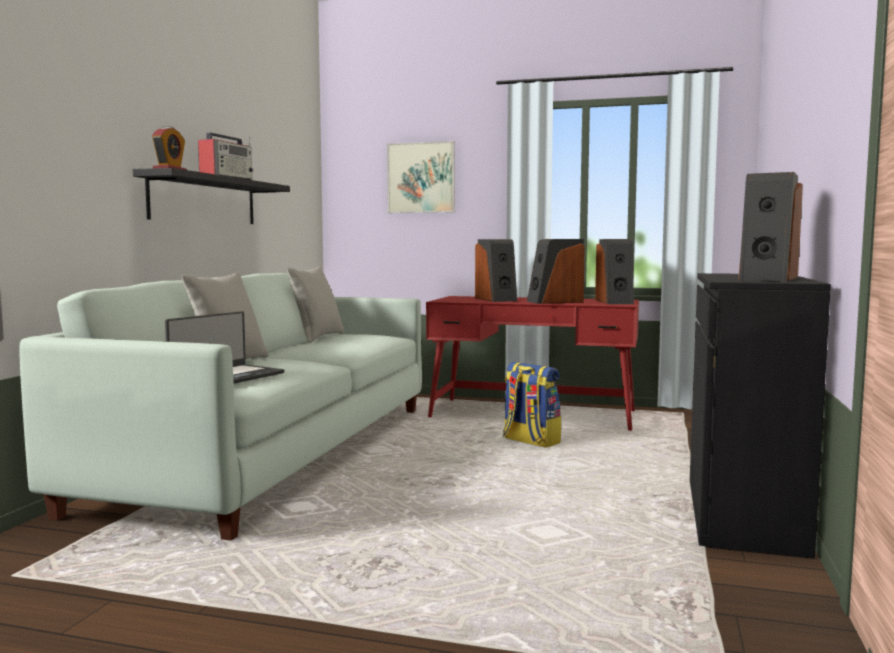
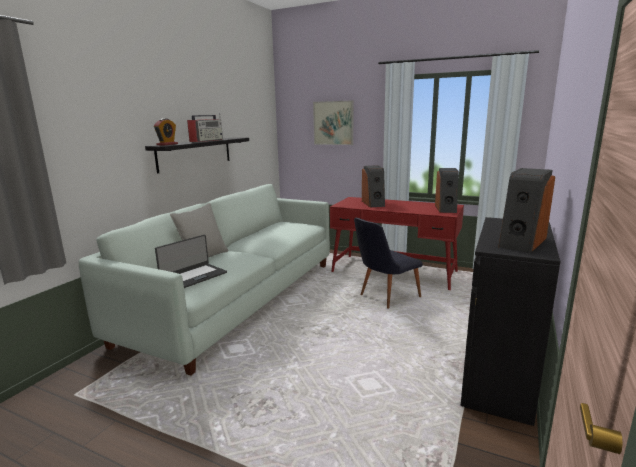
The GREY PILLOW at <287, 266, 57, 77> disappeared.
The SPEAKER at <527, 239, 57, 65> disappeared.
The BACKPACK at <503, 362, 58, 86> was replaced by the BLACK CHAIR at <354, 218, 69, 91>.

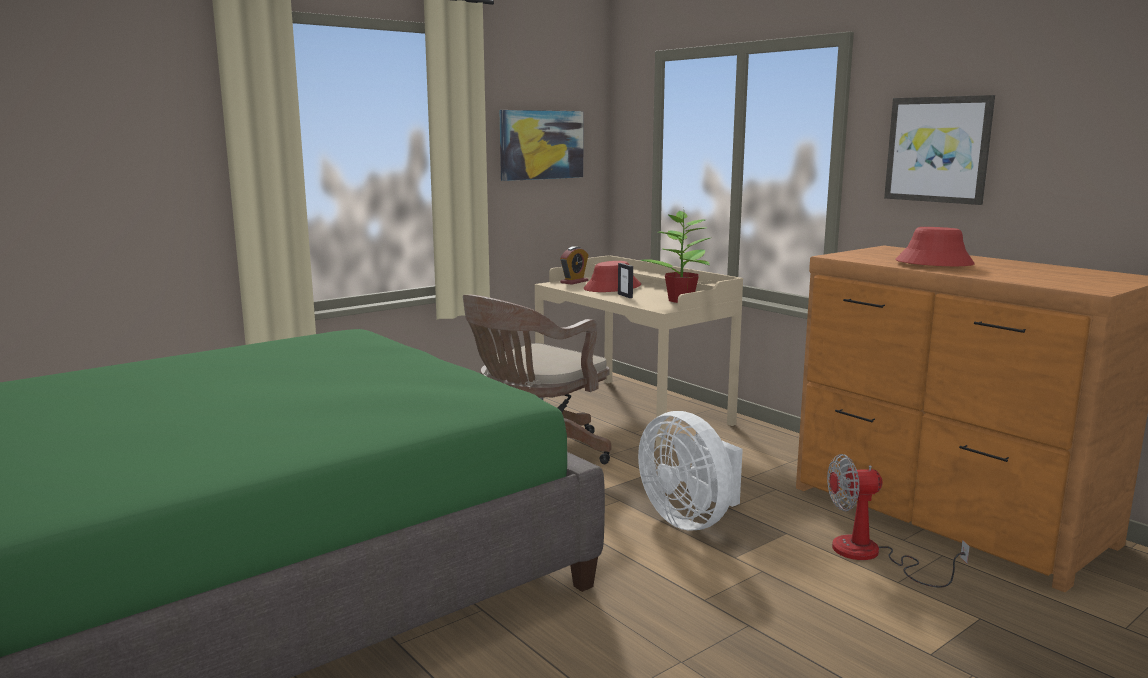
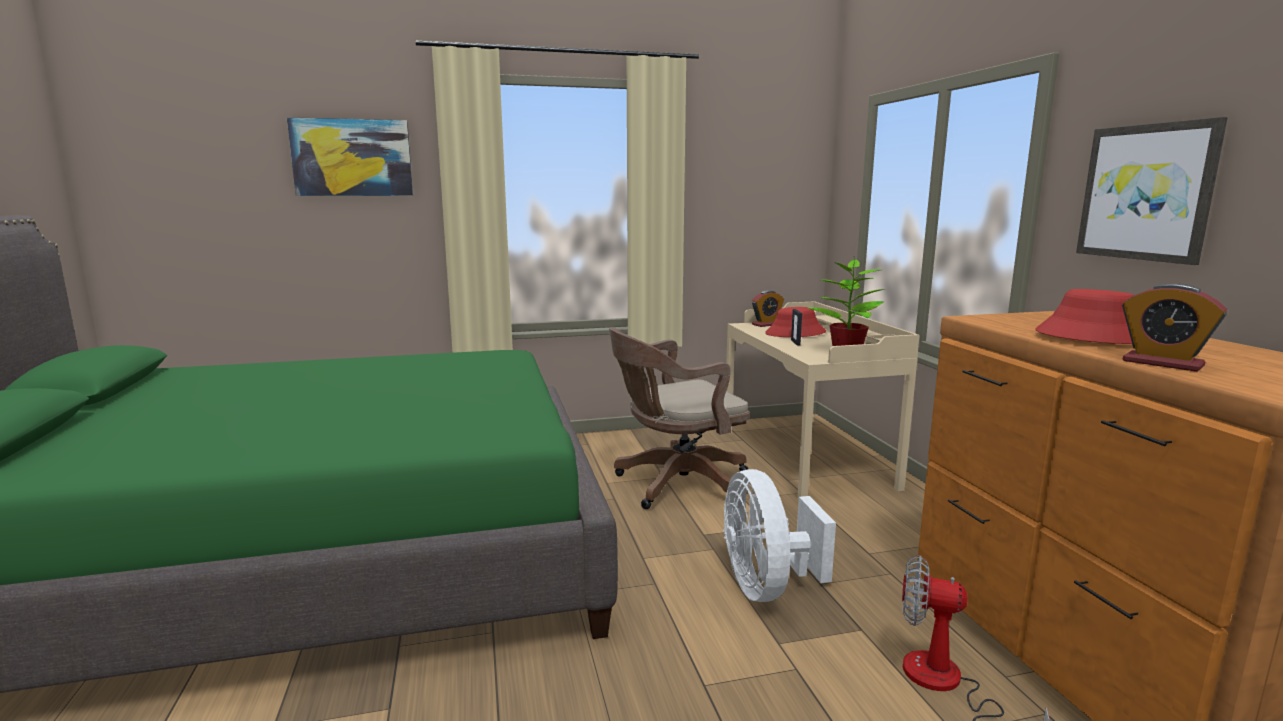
The ALARM CLOCK at <1122, 283, 105, 89> appeared.
The PICTURE moved from <499, 110, 84, 71> to <287, 117, 126, 79>.

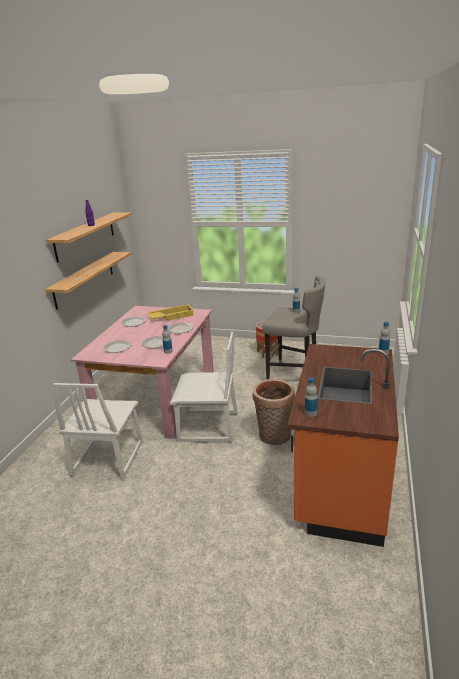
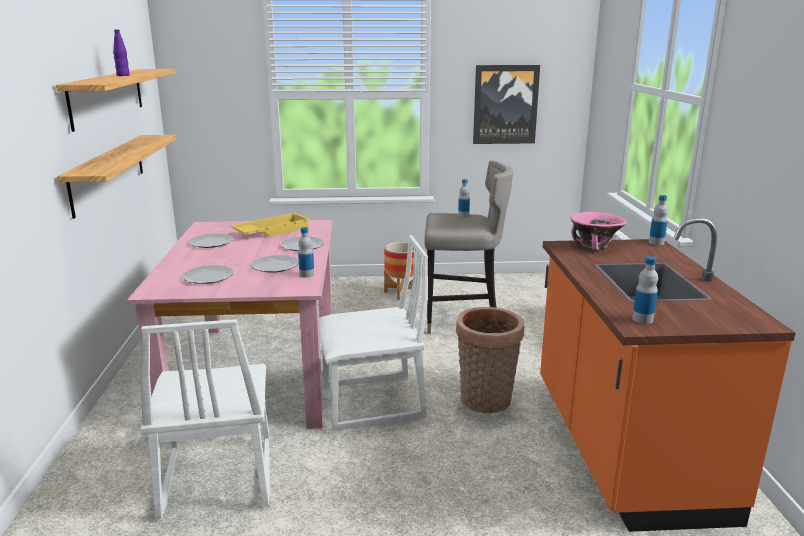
The PICTURE at <473, 65, 67, 79> appeared.
The PINK BOWL at <570, 212, 56, 39> appeared.

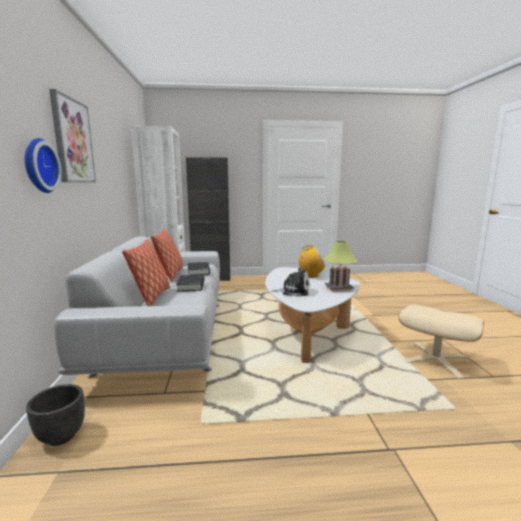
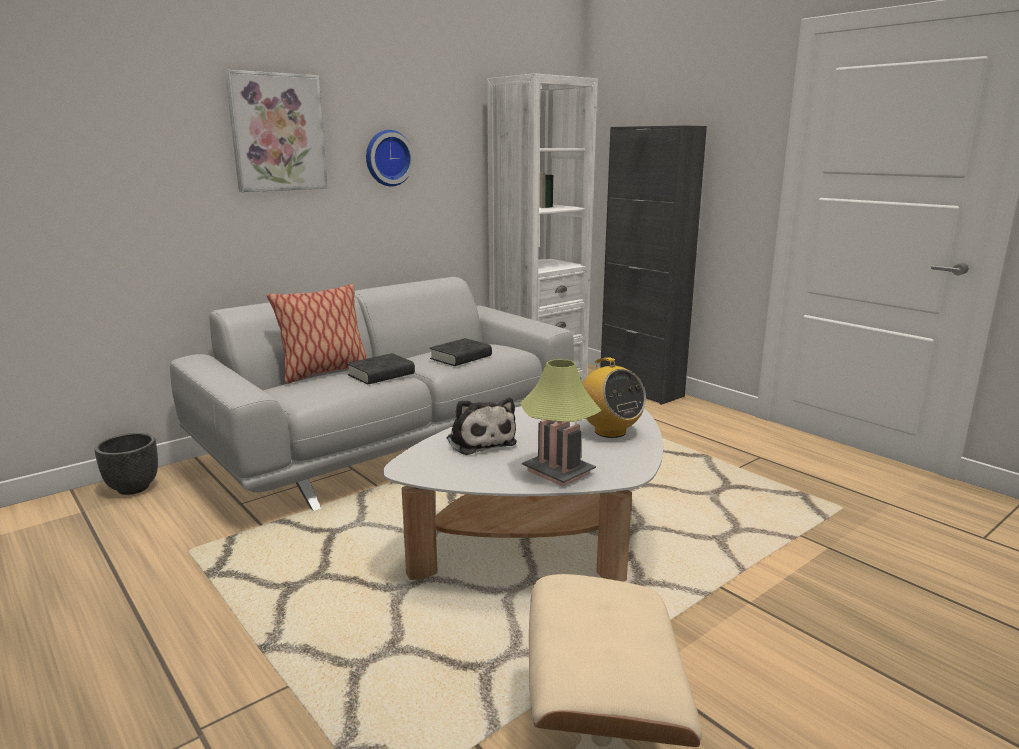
The PILLOW at <151, 229, 32, 52> disappeared.
The WALL CLOCK moved from <25, 138, 37, 55> to <366, 130, 48, 56>.

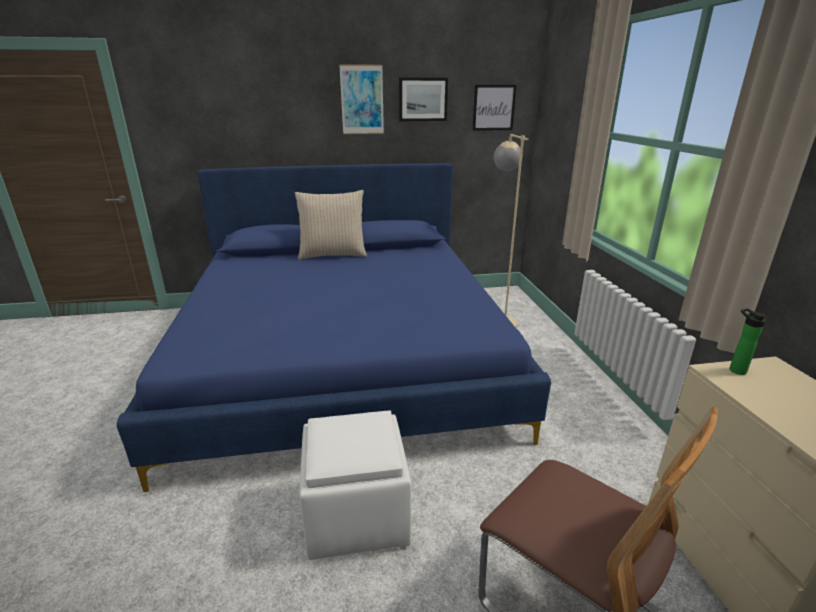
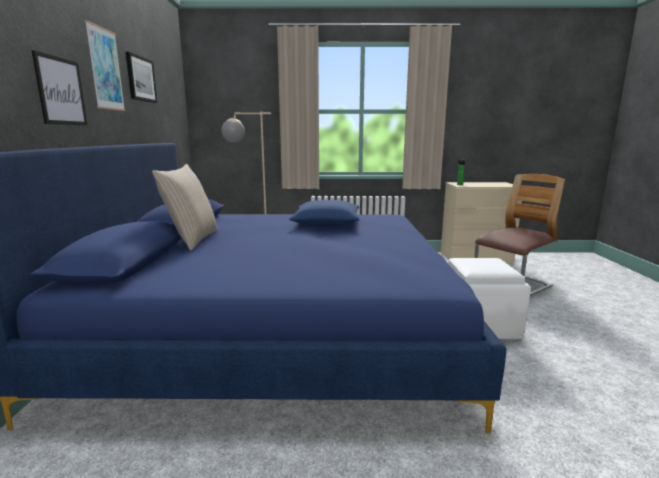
The BLUE PILLOW at <289, 200, 70, 26> appeared.
The PICTURE moved from <472, 85, 44, 46> to <31, 50, 56, 75>.

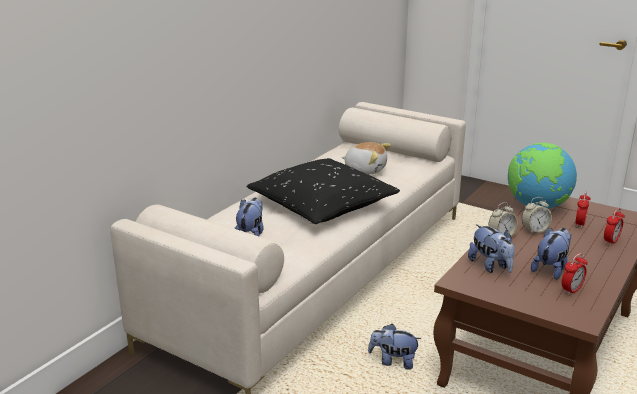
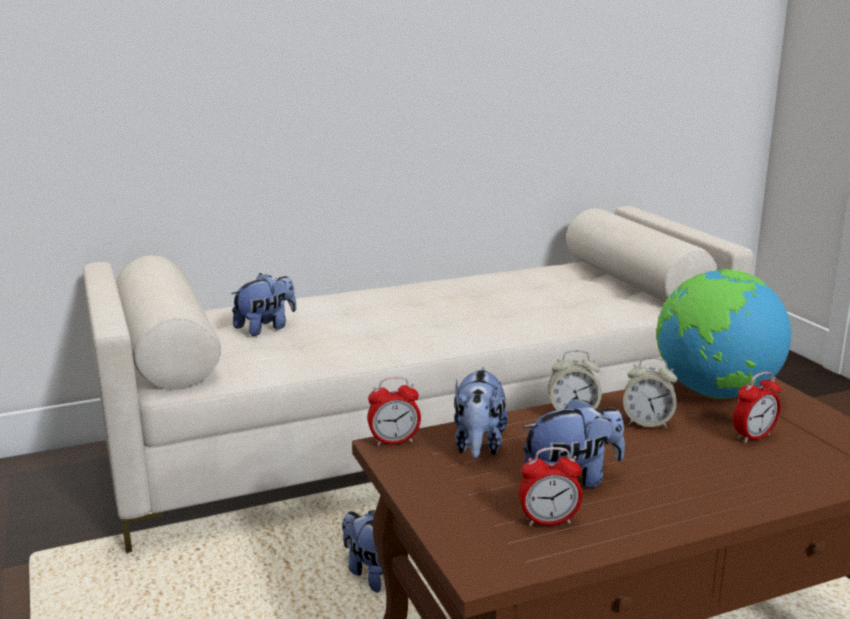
The BLACK PILLOW at <246, 158, 154, 66> disappeared.
The PLUSH TOY at <341, 142, 50, 32> disappeared.
The ALARM CLOCK moved from <604, 208, 21, 38> to <367, 377, 54, 69>.

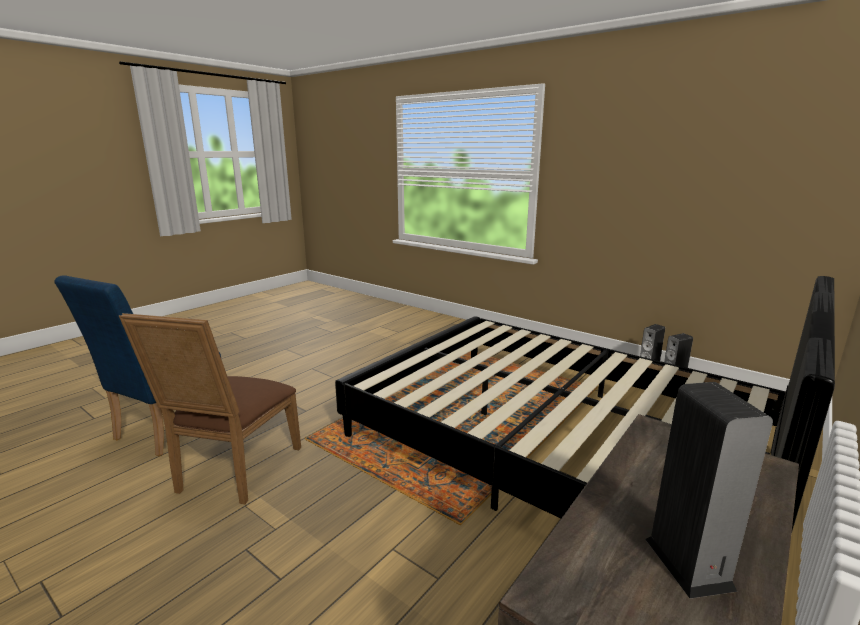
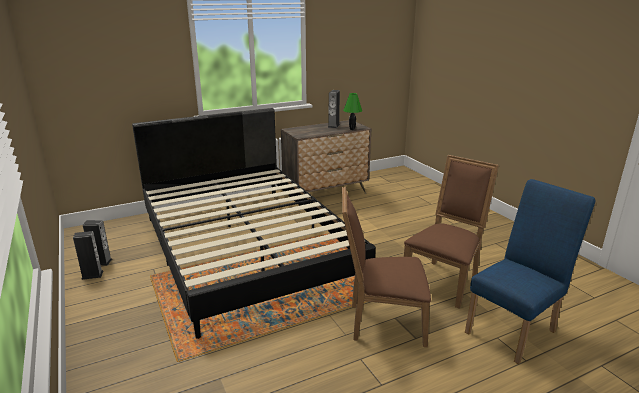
The BROWN CHAIR at <342, 187, 89, 160> appeared.
The GREEN TABLE LAMP at <343, 93, 19, 37> appeared.

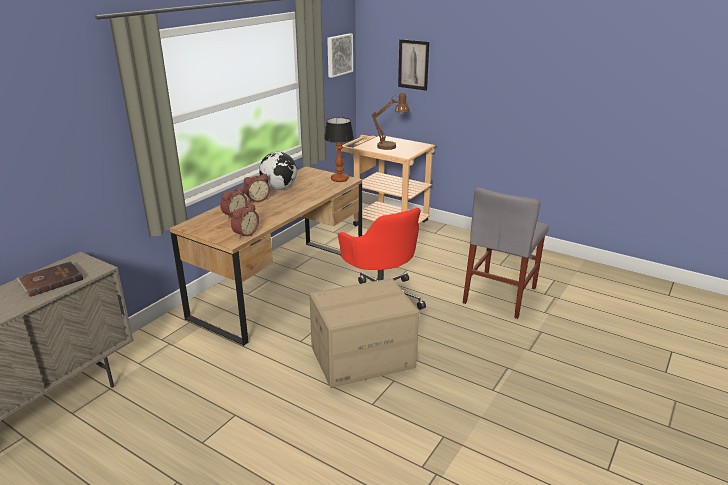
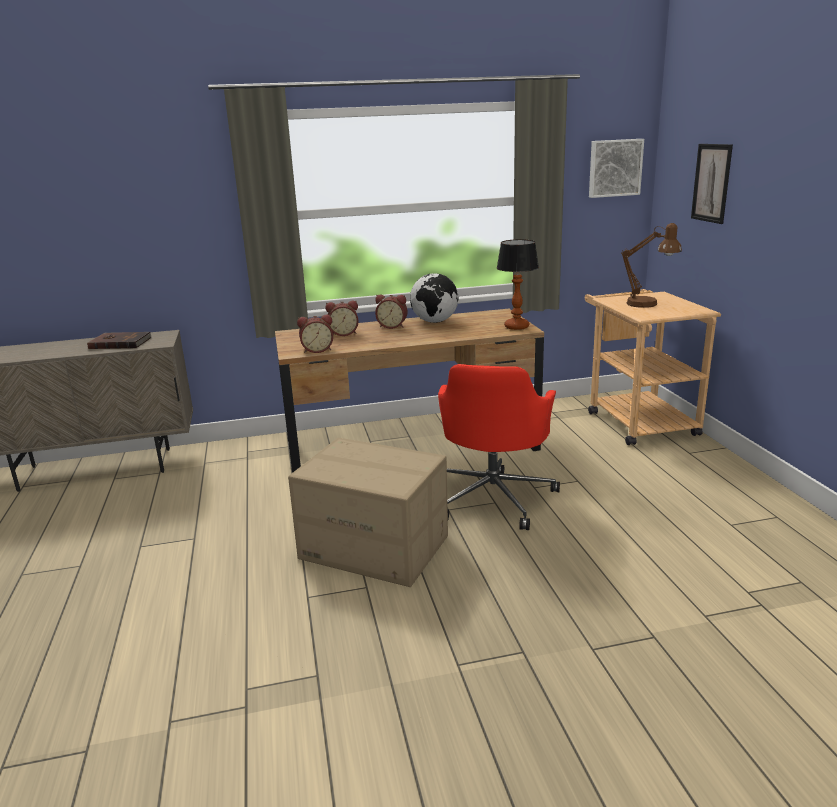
The GREY CHAIR at <463, 187, 86, 132> disappeared.

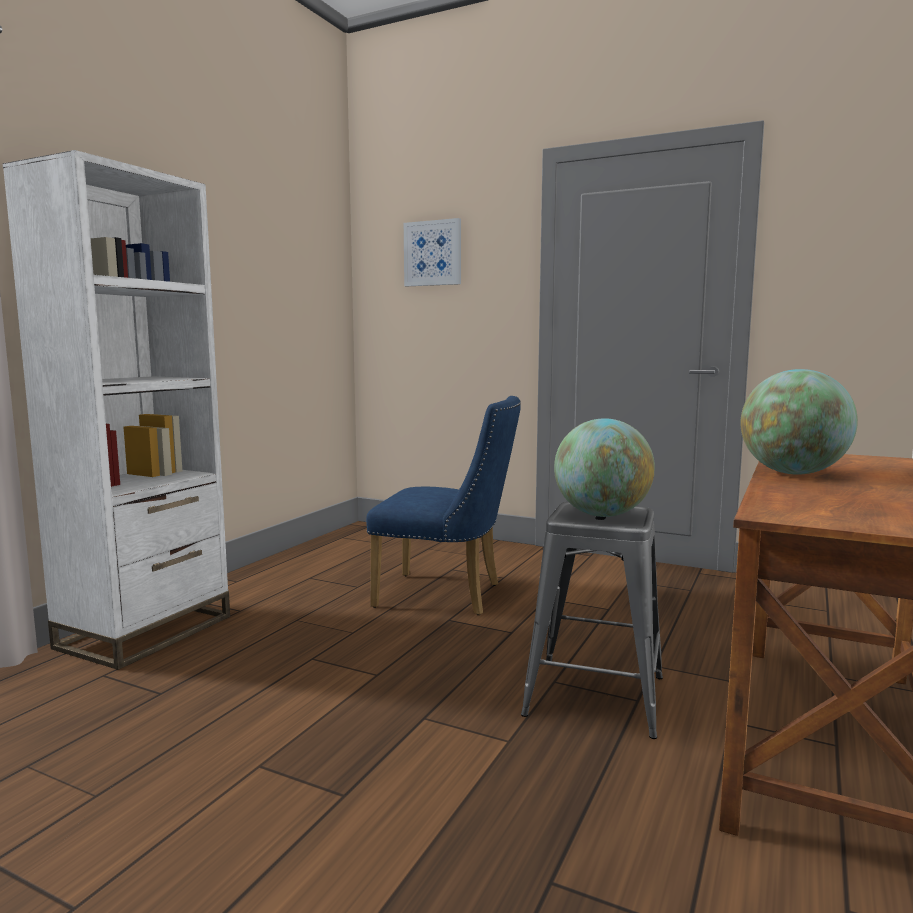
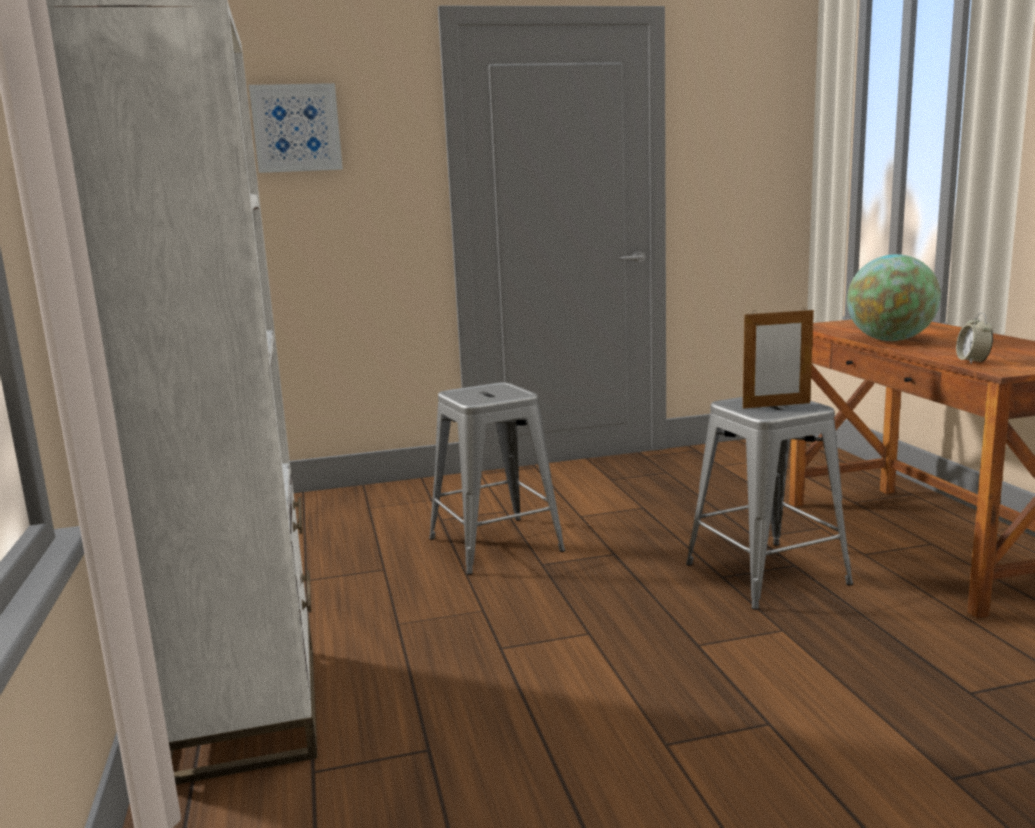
The ALARM CLOCK at <956, 313, 37, 51> appeared.
The BLUE CHAIR at <366, 396, 155, 219> was replaced by the GREY STOOL at <429, 382, 136, 193>.
The GLOBE at <554, 418, 101, 99> was replaced by the PICTURE FRAME at <743, 307, 71, 102>.

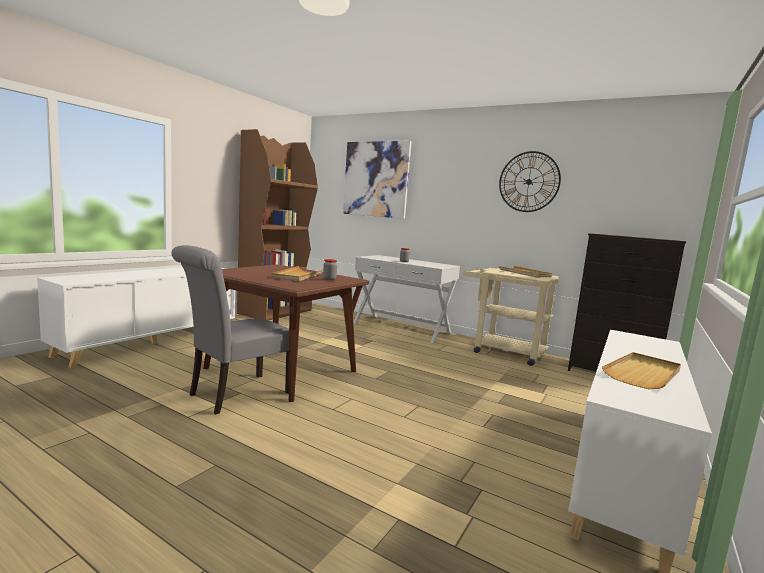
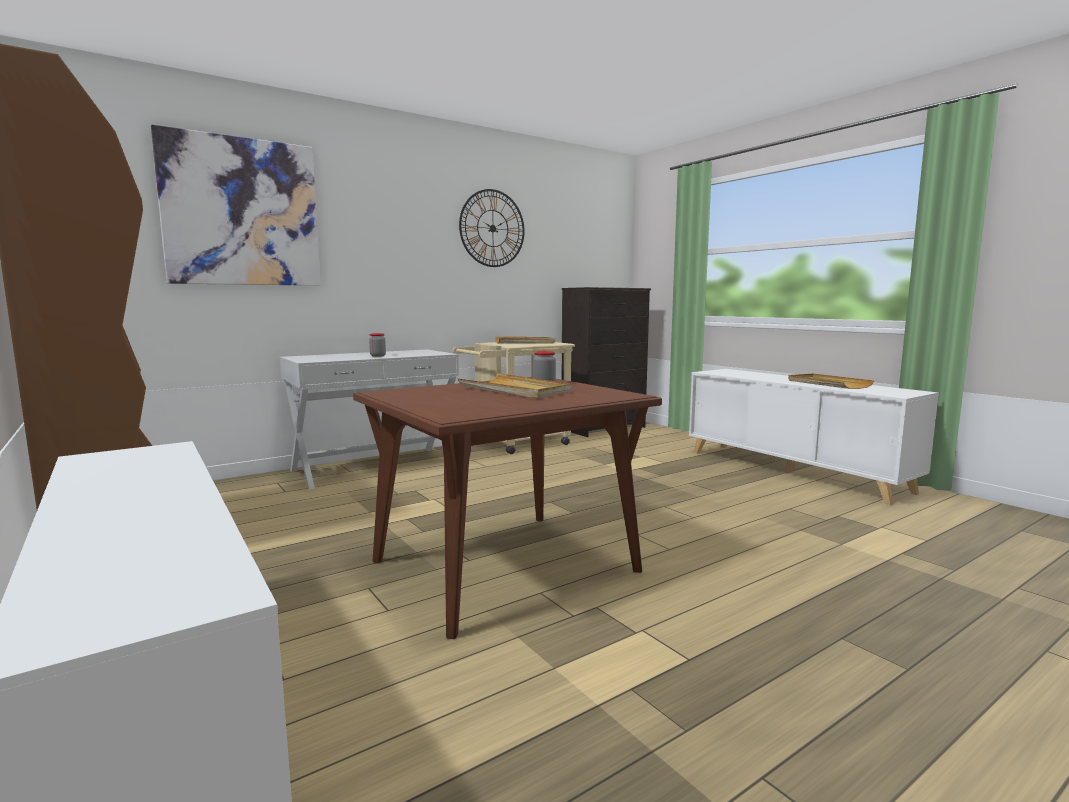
The GREY CHAIR at <171, 245, 118, 169> disappeared.

